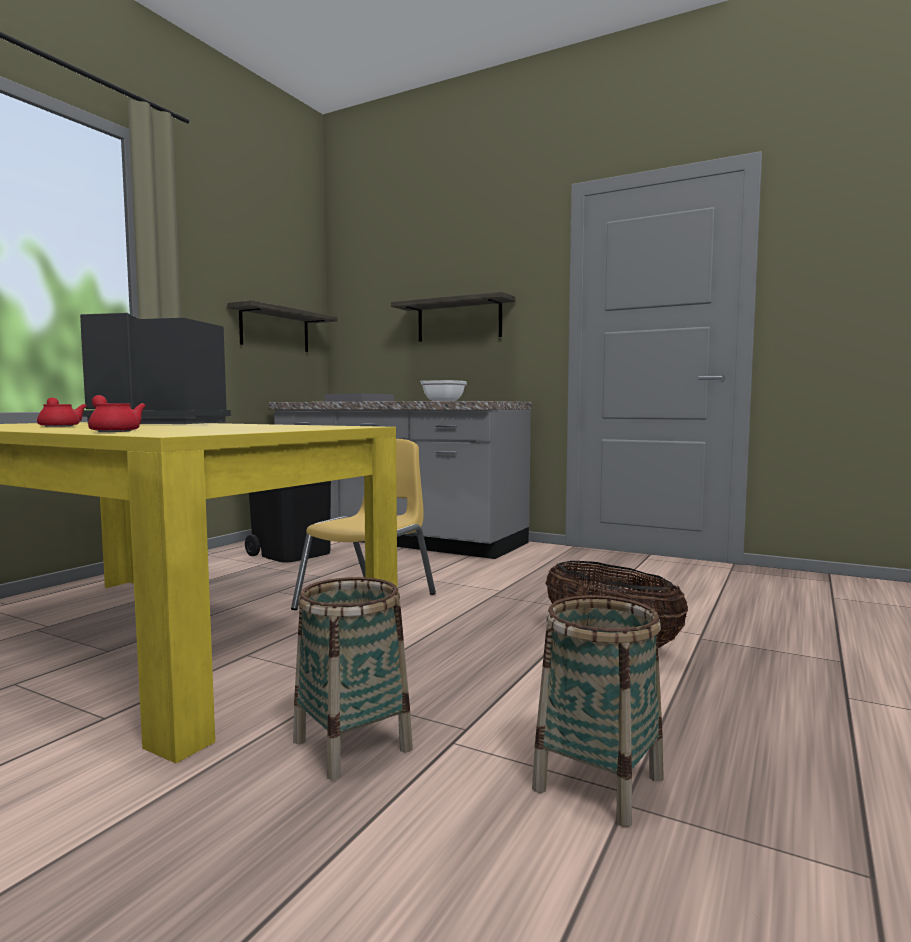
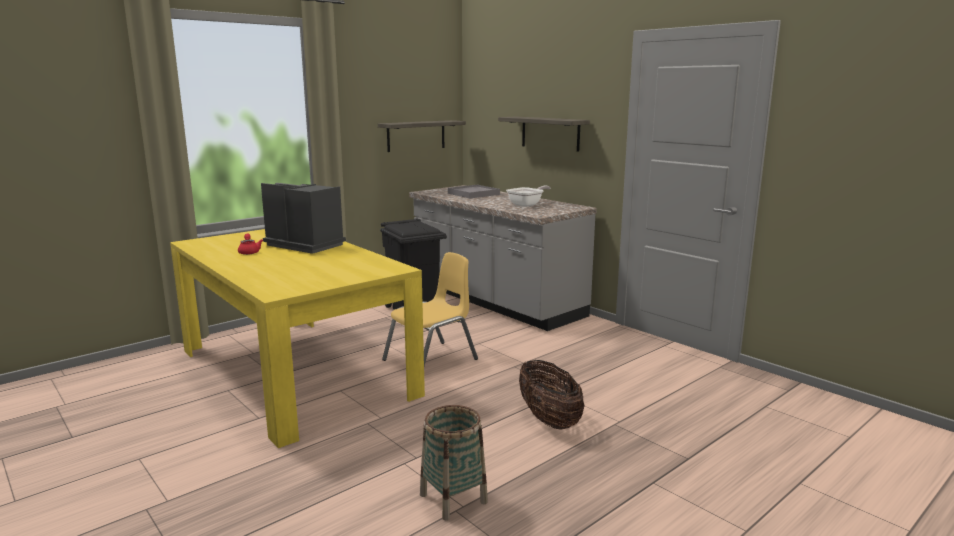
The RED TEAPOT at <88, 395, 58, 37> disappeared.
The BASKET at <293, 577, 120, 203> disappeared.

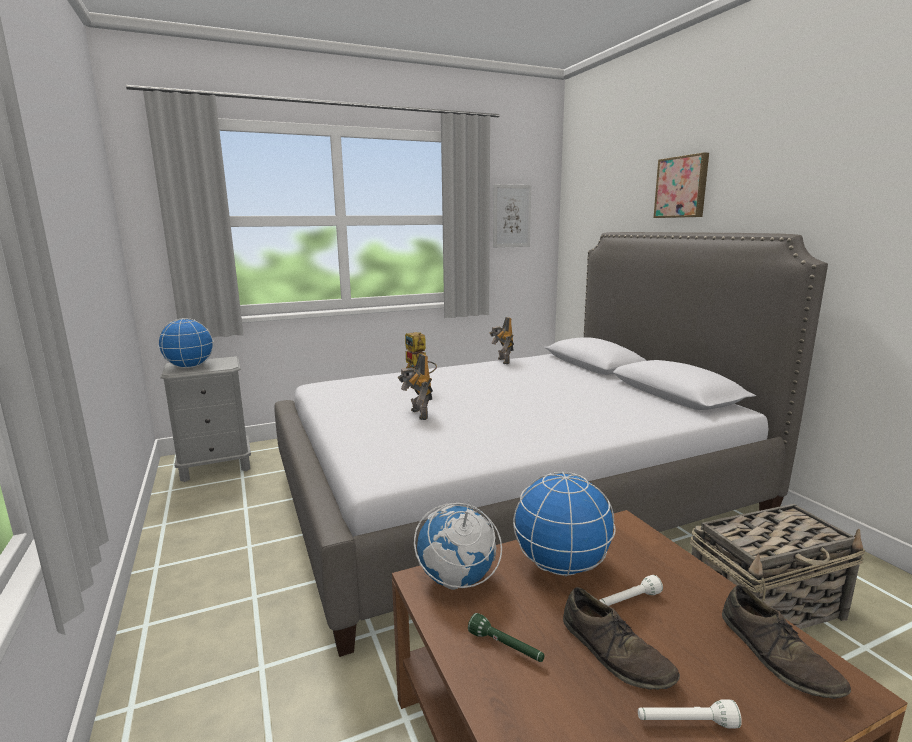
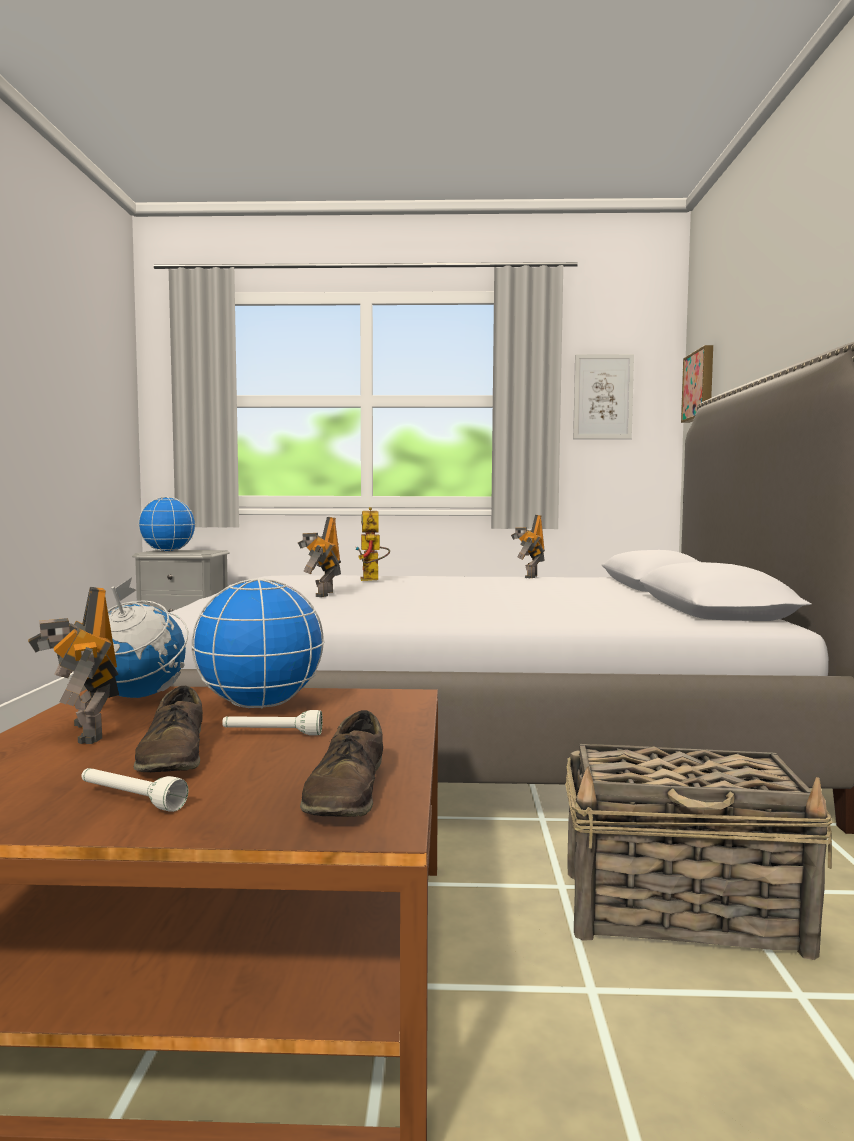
The PICTURE moved from <653, 152, 56, 66> to <681, 345, 32, 78>.
The GREEN FLASHLIGHT at <468, 613, 77, 49> was replaced by the TOY ROBOT at <28, 587, 91, 157>.

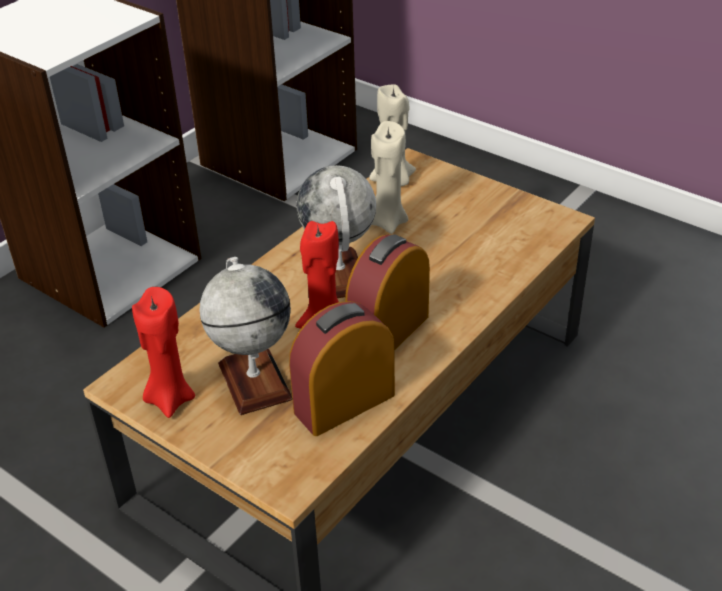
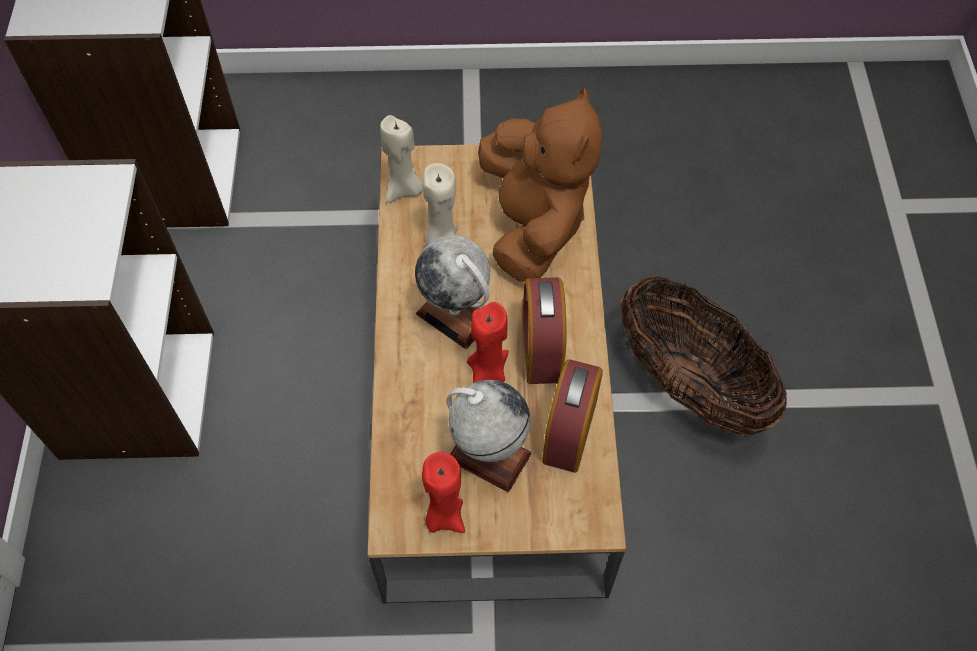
The BROWN PLUSH TOY at <478, 86, 124, 196> appeared.
The BASKET at <620, 275, 167, 161> appeared.

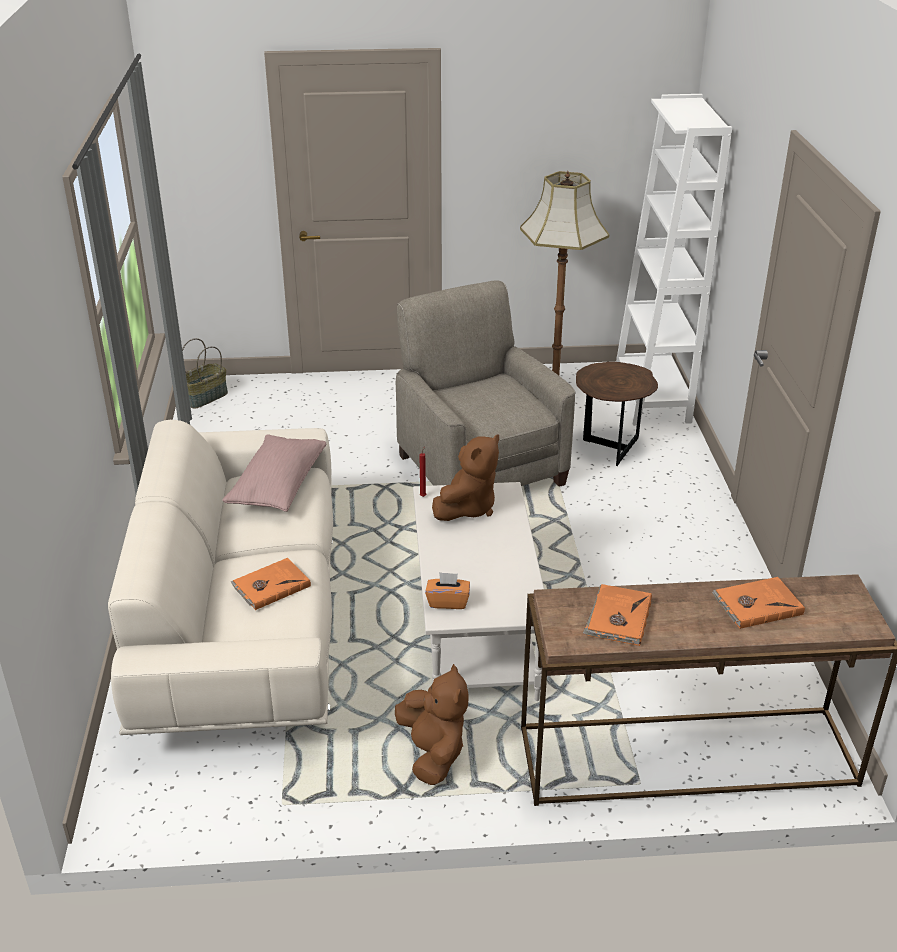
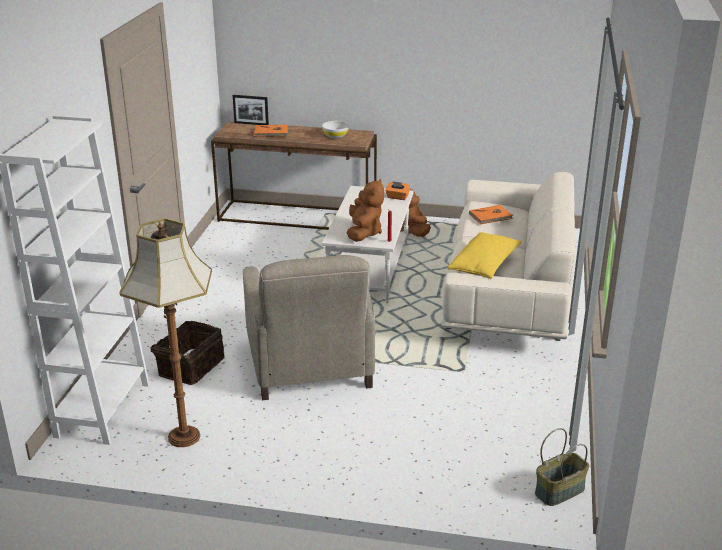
The PICTURE FRAME at <233, 95, 36, 30> appeared.
The BROWN SIDE TABLE at <576, 362, 82, 104> was replaced by the BASKET at <150, 321, 75, 64>.
The ORANGE BOOK at <583, 584, 69, 62> was replaced by the WHITE BOWL at <322, 121, 27, 17>.
The PINK PILLOW at <222, 434, 105, 78> became the YELLOW PILLOW at <447, 232, 75, 47>.
The BROWN PLUSH TOY at <432, 434, 67, 87> turned 135 degrees clockwise.

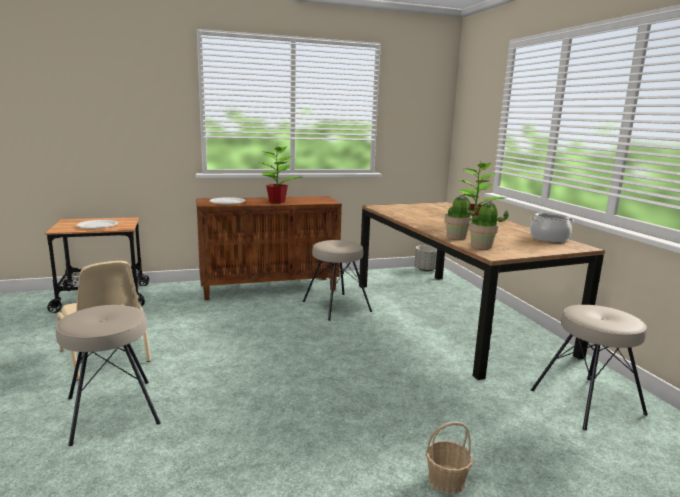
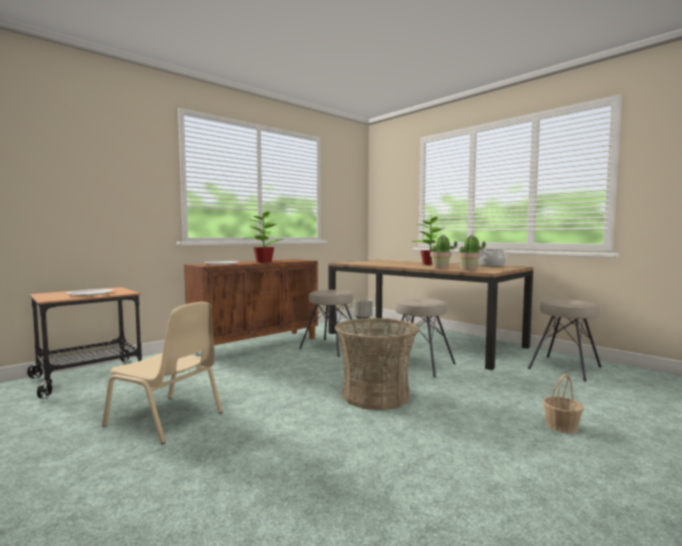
The BASKET at <335, 318, 84, 92> appeared.
The BEIGE STOOL moved from <55, 305, 106, 141> to <384, 298, 72, 80>.

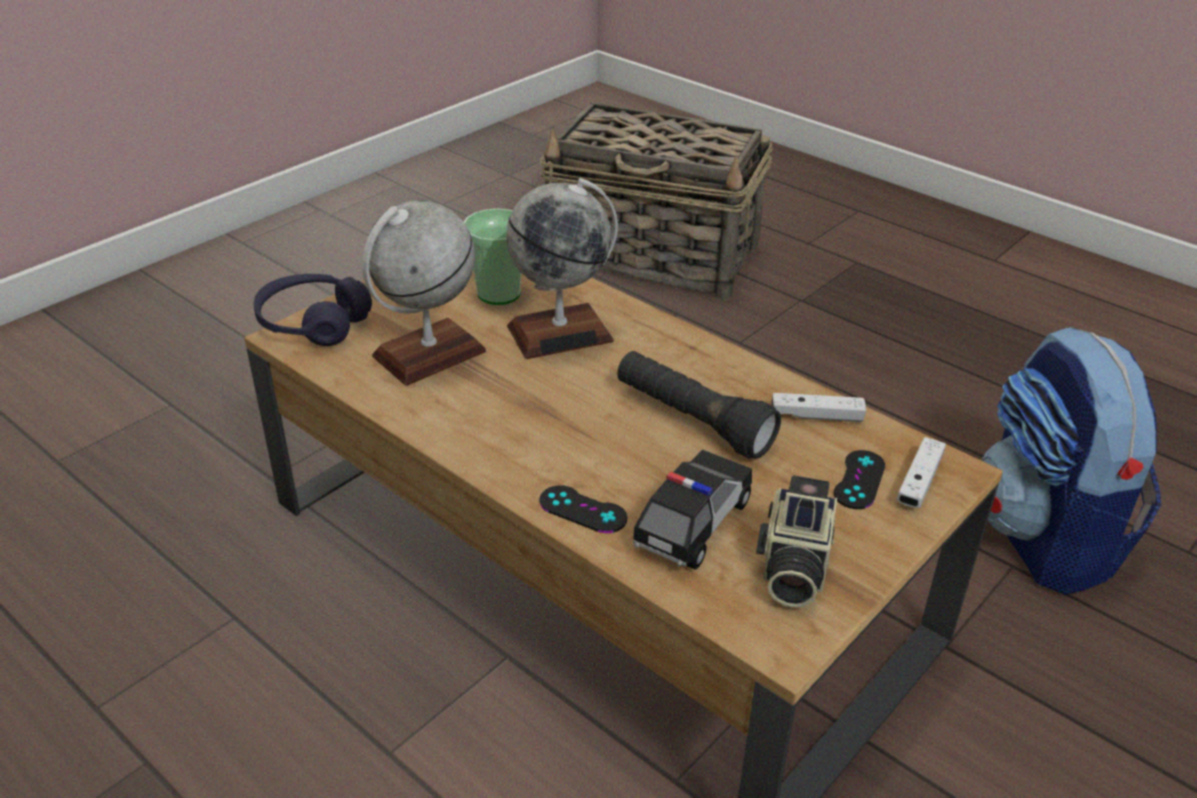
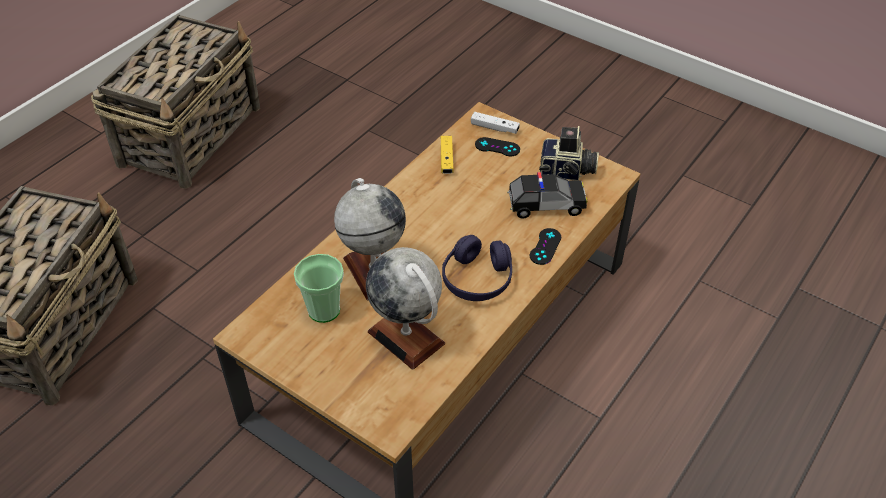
The BLACK FLASHLIGHT at <617, 351, 164, 108> disappeared.
The BACKPACK at <981, 327, 180, 268> disappeared.
The BASKET at <91, 14, 169, 175> appeared.
The PURPLE HEADPHONES moved from <254, 274, 118, 72> to <442, 235, 70, 66>.
The WHITE GAME CONTROLLER at <771, 393, 95, 29> became the YELLOW GAME CONTROLLER at <441, 136, 13, 38>.
The TOY CAR at <633, 449, 119, 121> turned 150 degrees clockwise.

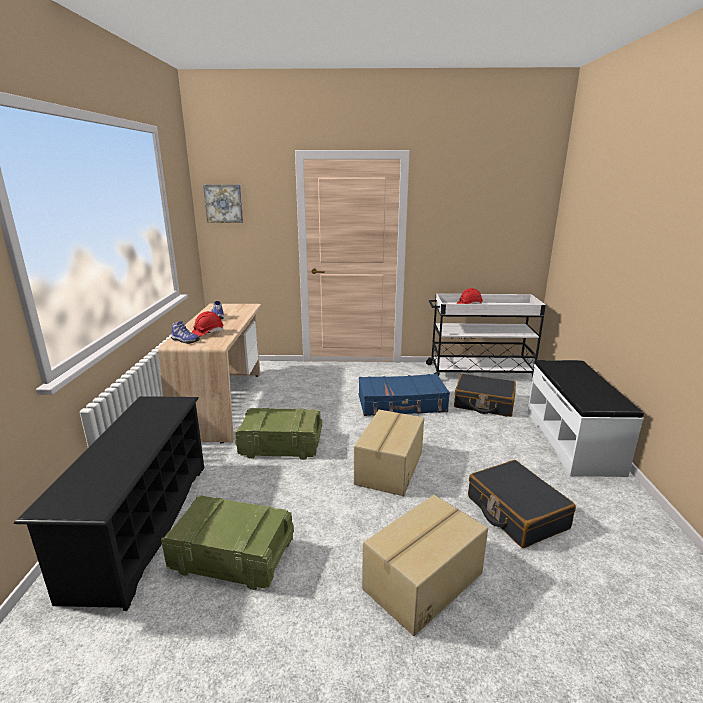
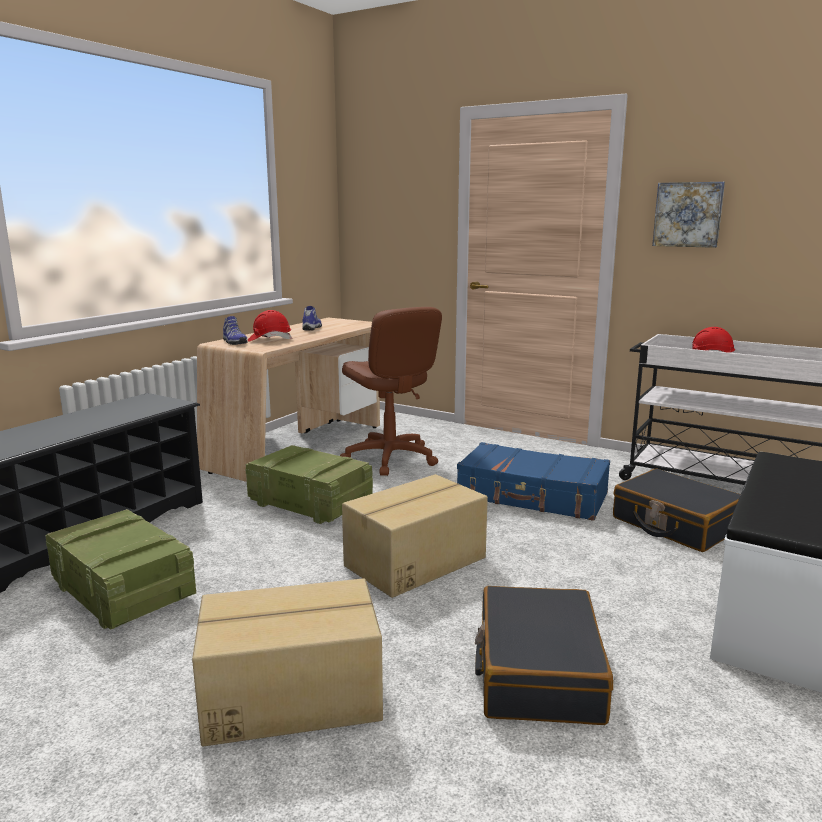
The BROWN OFFICE CHAIR at <340, 307, 102, 169> appeared.
The PICTURE moved from <203, 185, 40, 38> to <652, 182, 73, 66>.

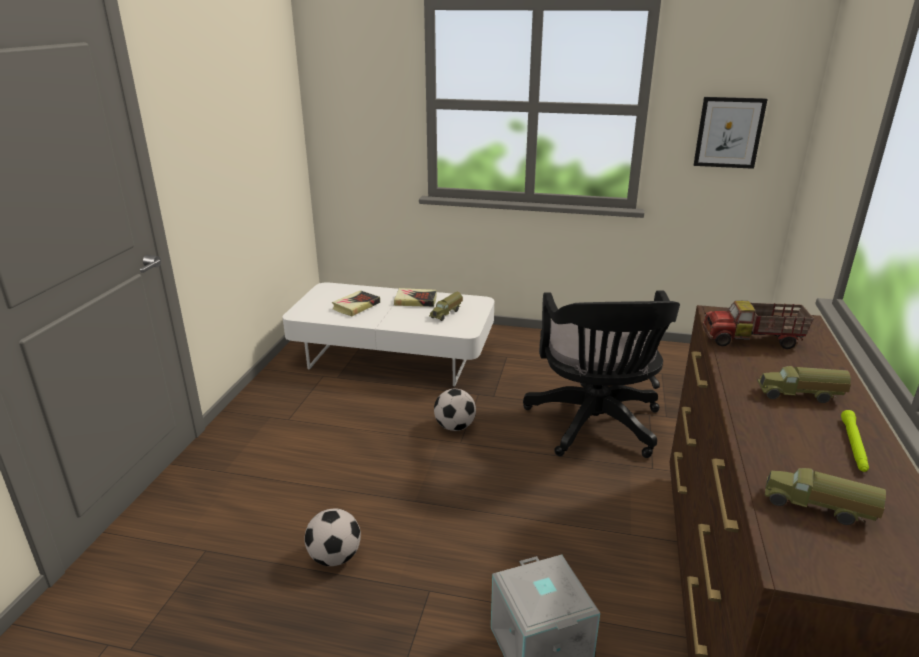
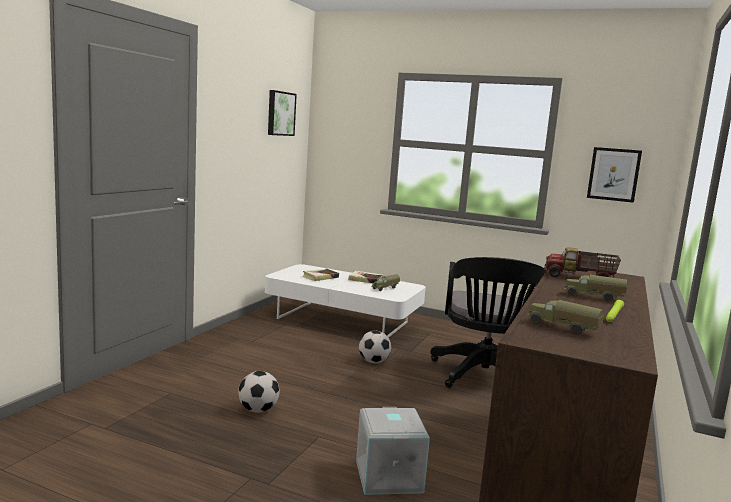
The PICTURE at <268, 90, 29, 46> appeared.

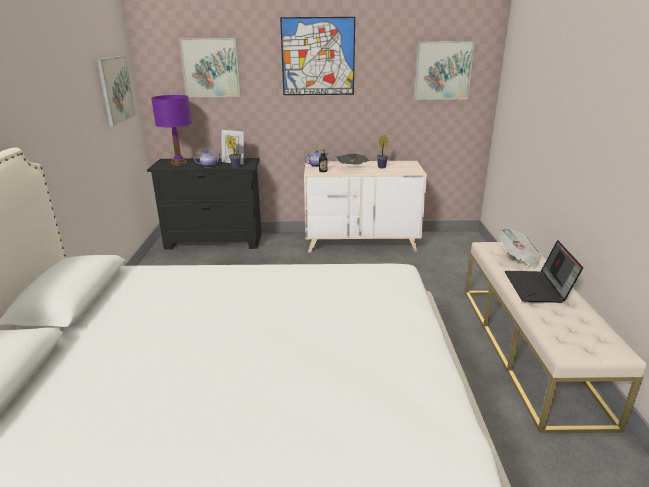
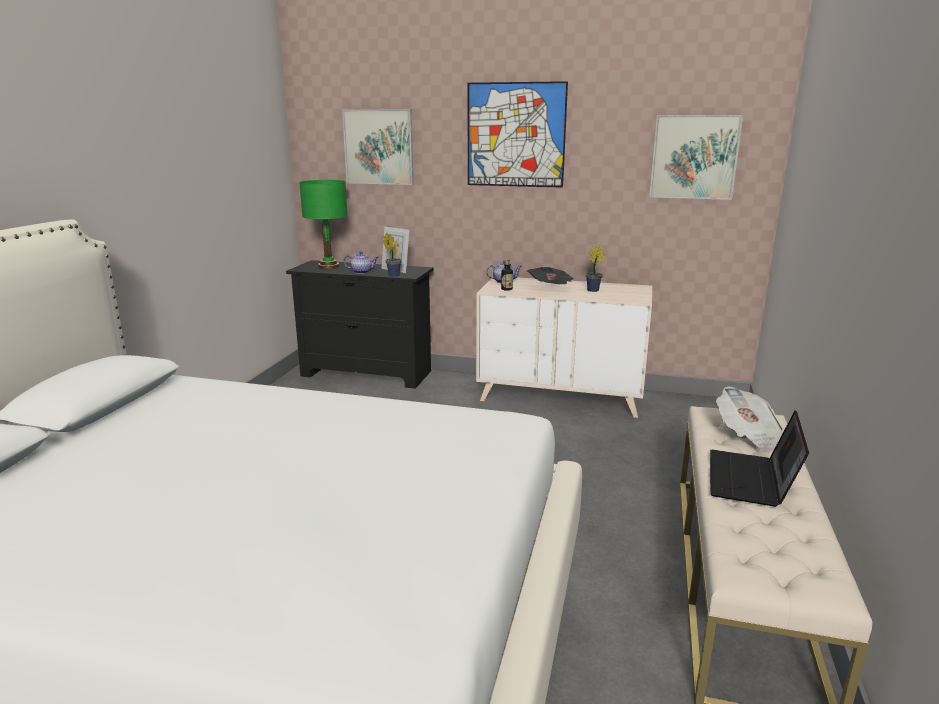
The PICTURE at <97, 56, 39, 70> disappeared.
The PURPLE TABLE LAMP at <151, 95, 40, 71> became the GREEN TABLE LAMP at <299, 180, 49, 89>.

